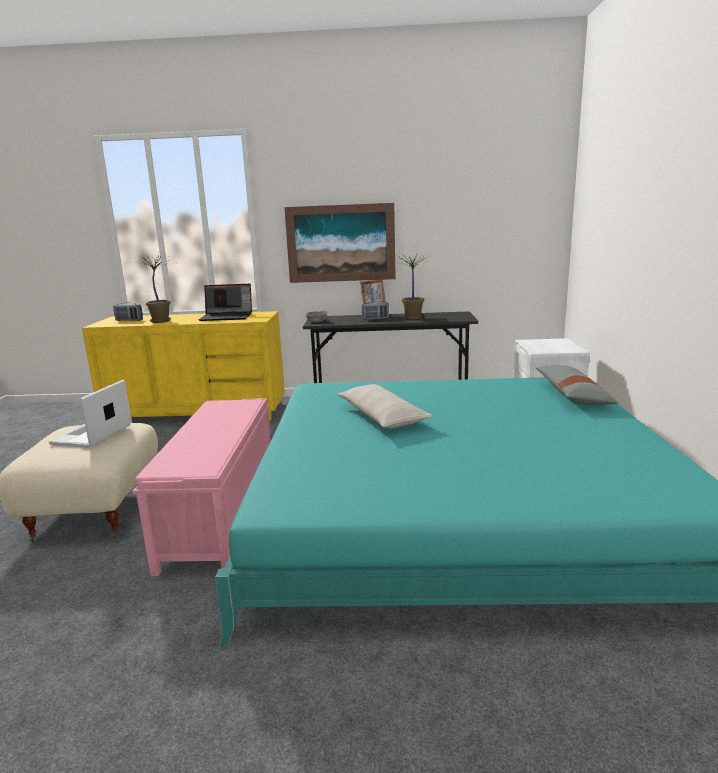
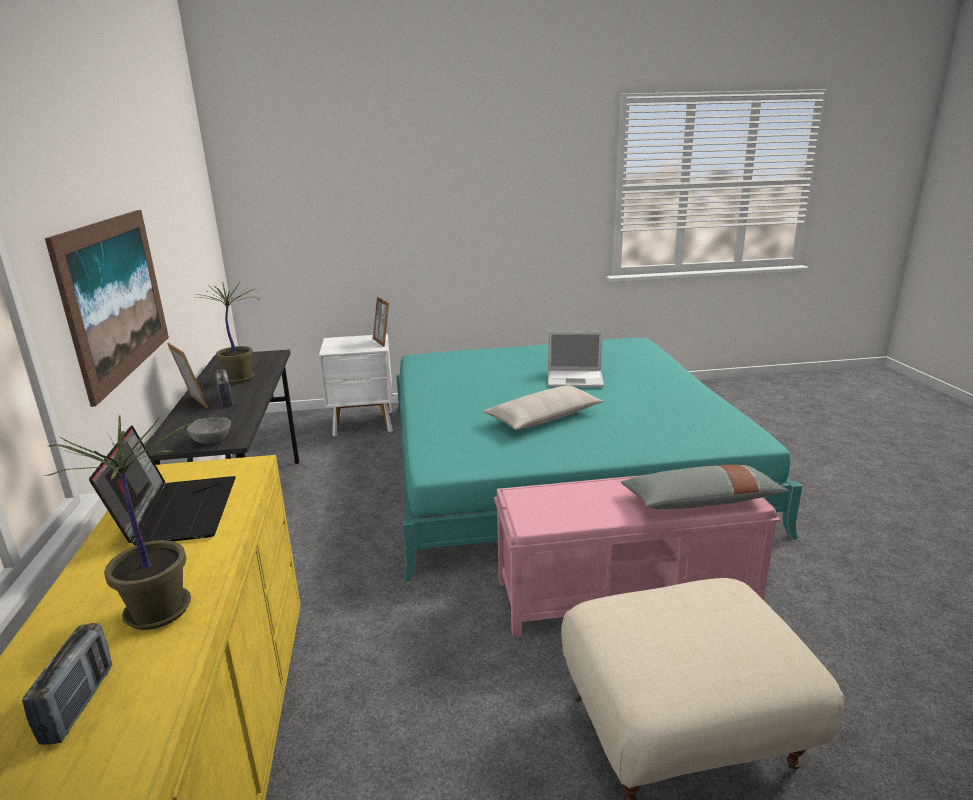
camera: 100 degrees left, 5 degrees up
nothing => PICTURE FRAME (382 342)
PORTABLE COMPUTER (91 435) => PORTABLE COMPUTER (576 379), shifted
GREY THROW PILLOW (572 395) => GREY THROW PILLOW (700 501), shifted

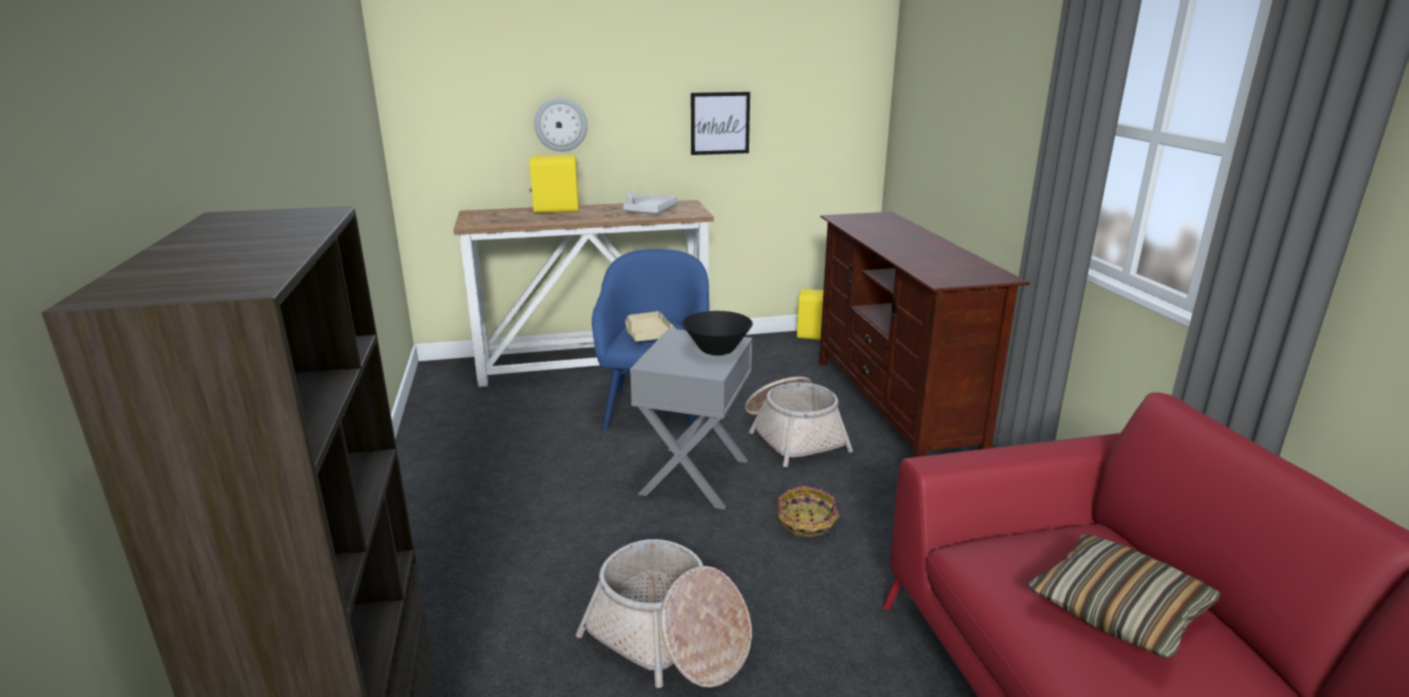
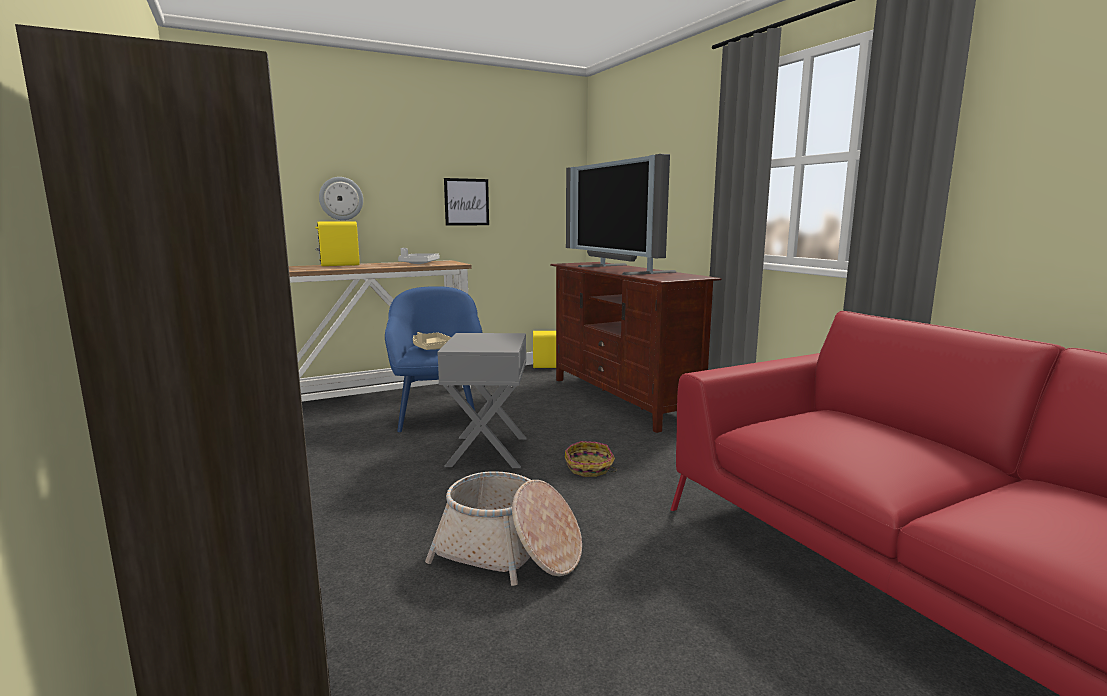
camera: 15 degrees left, 10 degrees down
BLACKISH DEEP DISH (717 350) => nothing
STORAGE BASKET (793 436) => nothing
THROW PILLOW (1118 609) => nothing
nothing => TV (617 269)

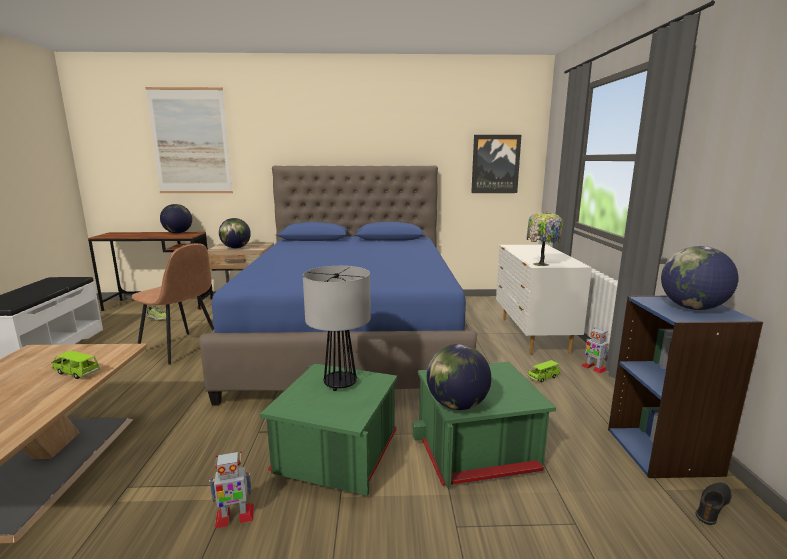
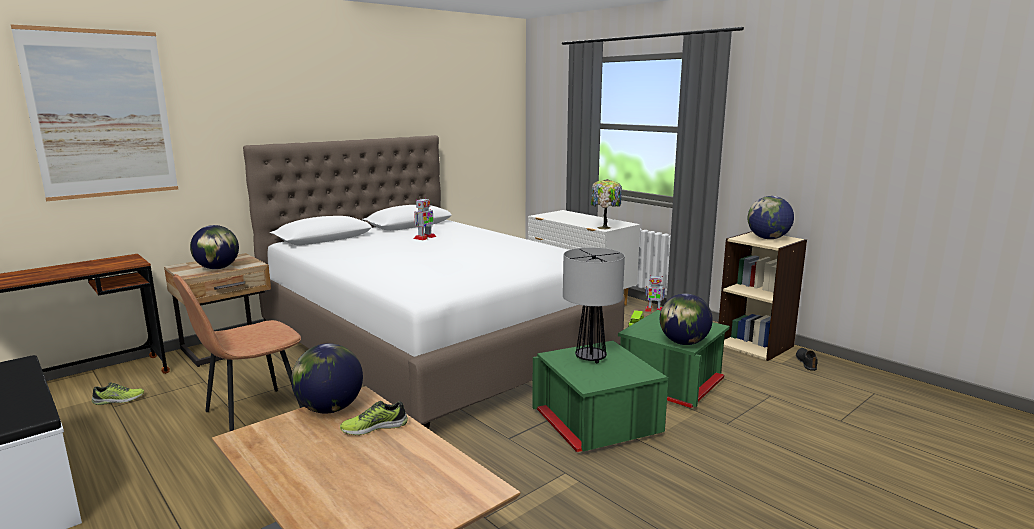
camera: 40 degrees left, 0 degrees up
PICTURE (495 164) => nothing
GLOBE (178 233) => GLOBE (330 409), shifted
TOY ROBOT (234 516) => TOY ROBOT (424 237), shifted
GREEN-COLOURED TOY CAR (77 373) => LOW SHOE (374 427)
BLUE SLEEPING BED (352 336) => WHITISH SLEEPING BED (432 343)
BLUE BOOKCASE (664 451) => BEIGE BOOKCASE (755 345)
BROWN-COLOURED UPRIGHT CHAIR (180 348) => BROWN-COLOURED UPRIGHT CHAIR (252 416), 150 degrees clockwise

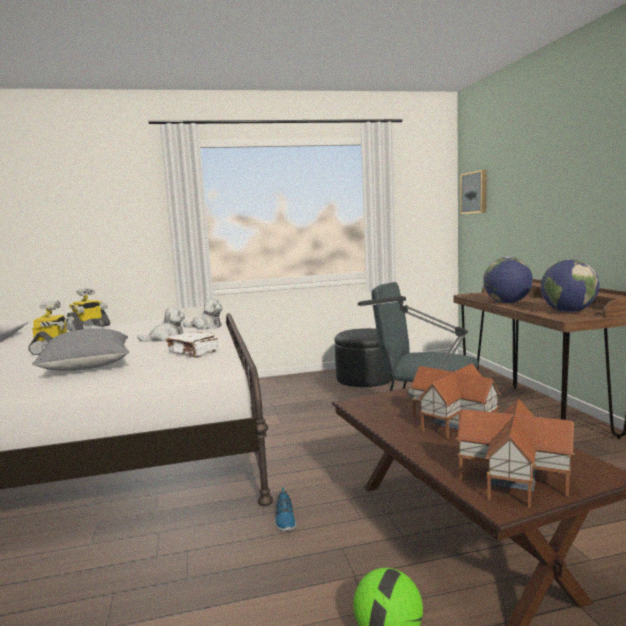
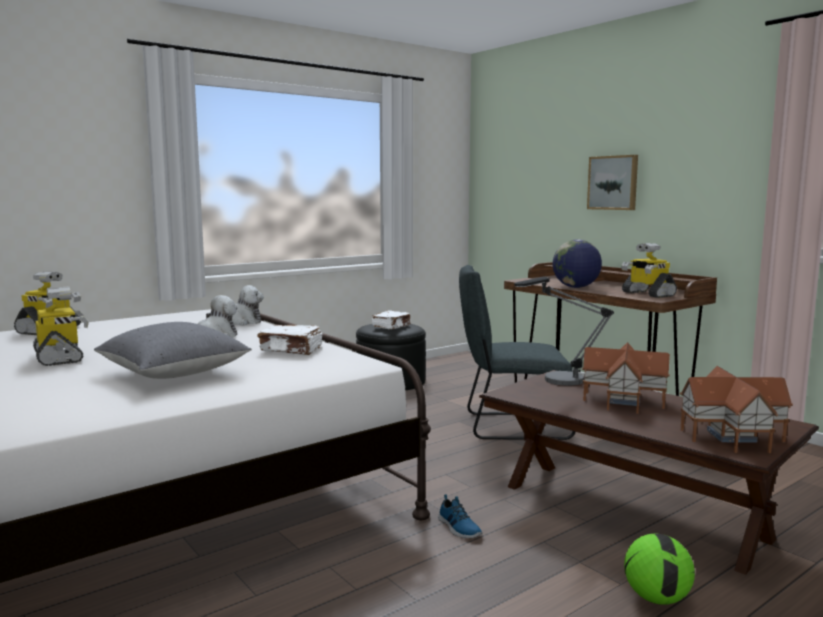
camera: 25 degrees left, 0 degrees up
nothing => WHITISH BOUND BOOK (391 327)
PICTURE (475 192) => PICTURE (613 183), shifted
GLOBE (568 311) => TOY ROBOT (647 294)

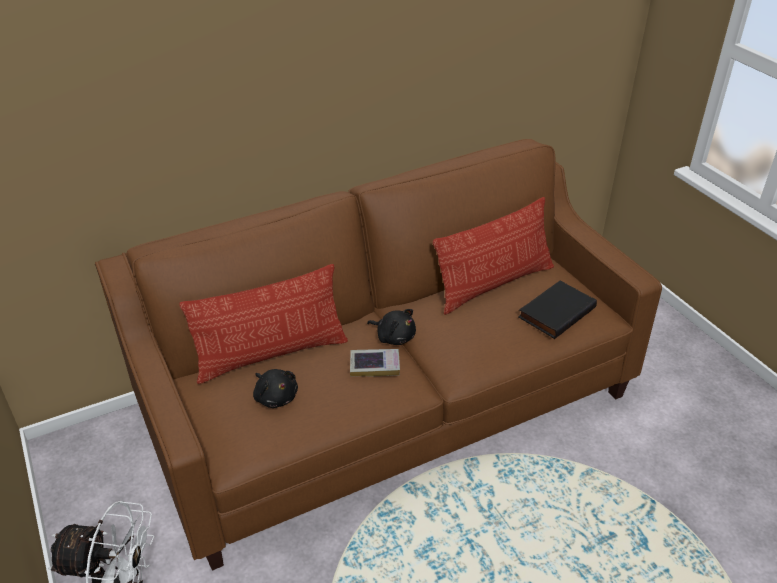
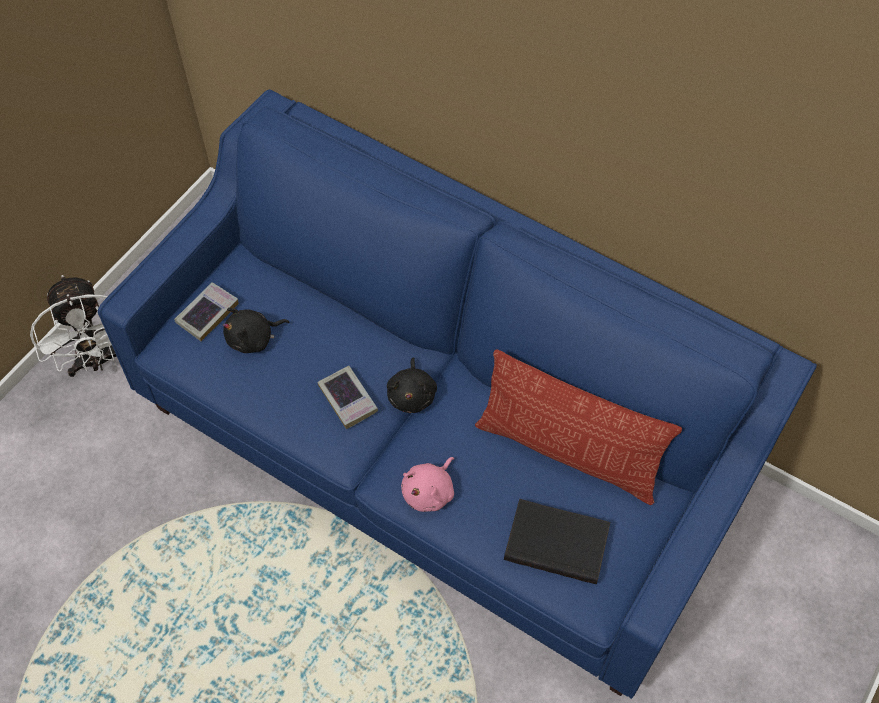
camera: 60 degrees right, 20 degrees up
THROW PILLOW (271 354) => nothing
nothing => BOUND BOOK (207 314)
nothing => PINK-COLOURED PLUSH TOY (430 491)
BROWN-COLOURED SOFA (387 405) => BLUE SOFA (439 445)
BLACKISH PLUSH TOY (275 397) => BLACKISH PLUSH TOY (253 338), 45 degrees clockwise

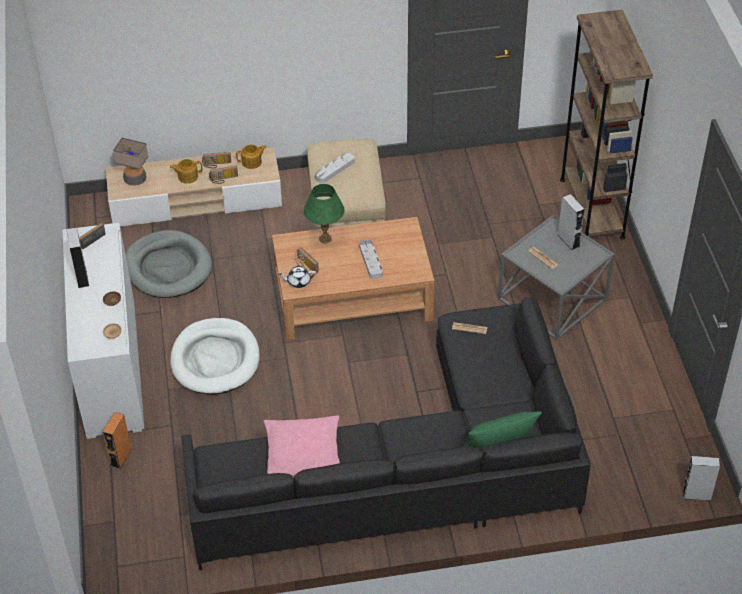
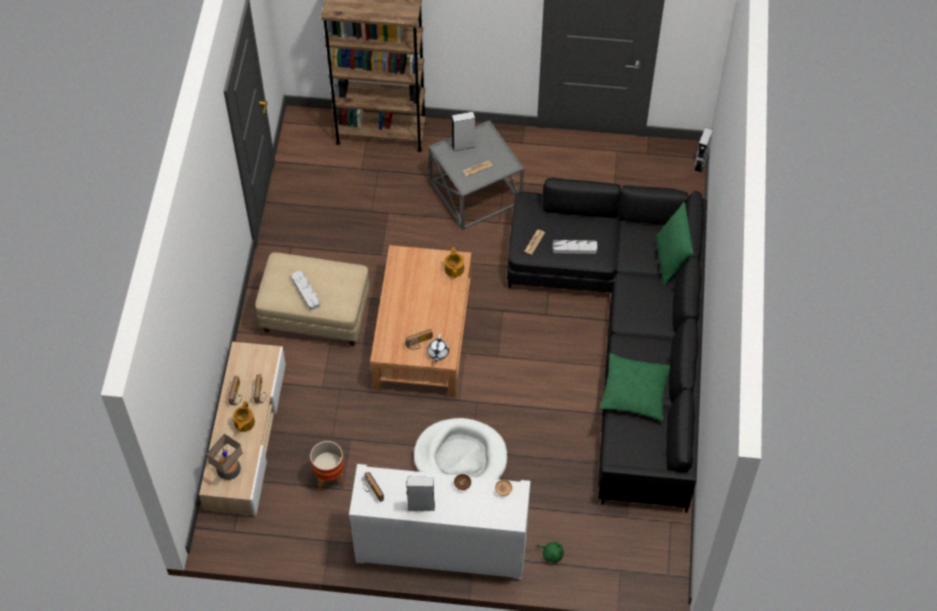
camera: 75 degrees left, 10 degrees up
GREEN-COLOURED LAMP FOR A TABLE (325 239) => nothing
TEA POT (252 162) => TEA POT (454 268), shifted
GREY SERVING TRAY (371 261) => GREY SERVING TRAY (574 248), shifted
ORANGE AUDIO SPEAKER (121 457) => GREEN-COLOURED PLUSH TOY (551 554)
GREY PET BED (168 267) => FLOWER POT (329 477)
PINK-COLOURED THROW PILLOW (303 455) => GREEN-COLOURED THROW PILLOW (634 391)

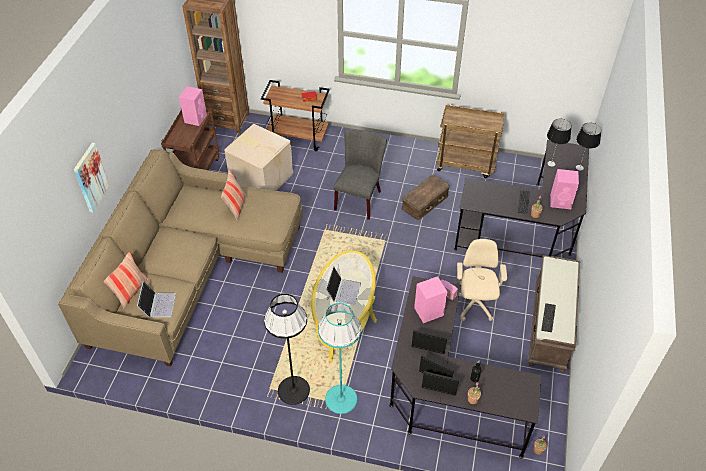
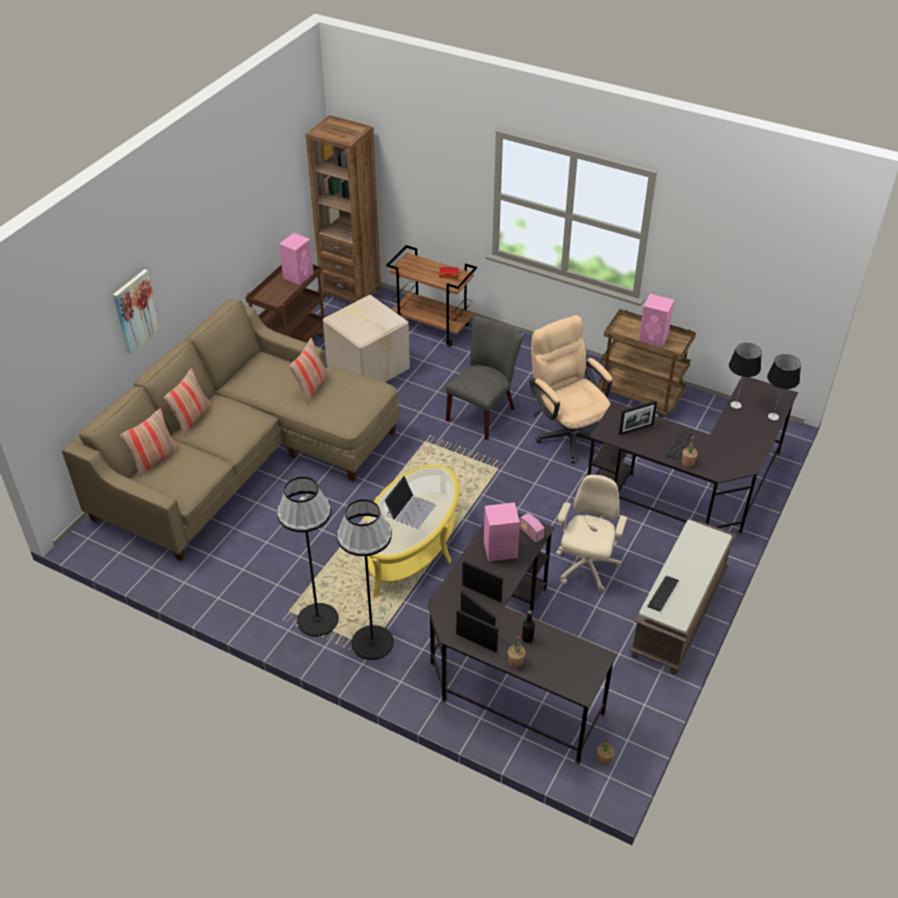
camera: 15 degrees right, 5 degrees down
PORTABLE COMPUTER (158 304) => nothing
nothing => THROW PILLOW (192 418)
nothing => PICTURE FRAME (636 429)
PINK-COLOURED AUDIO SPEAKER (561 201) => PINK-COLOURED AUDIO SPEAKER (654 338), shifted
BROWN-COLOURED STORAGE BIN (424 202) => BEIGE OFFICE CHAIR (567 432)
TURQUOISE STANDING LAMP (341 399) => BLACKISH STANDING LAMP (372 642)

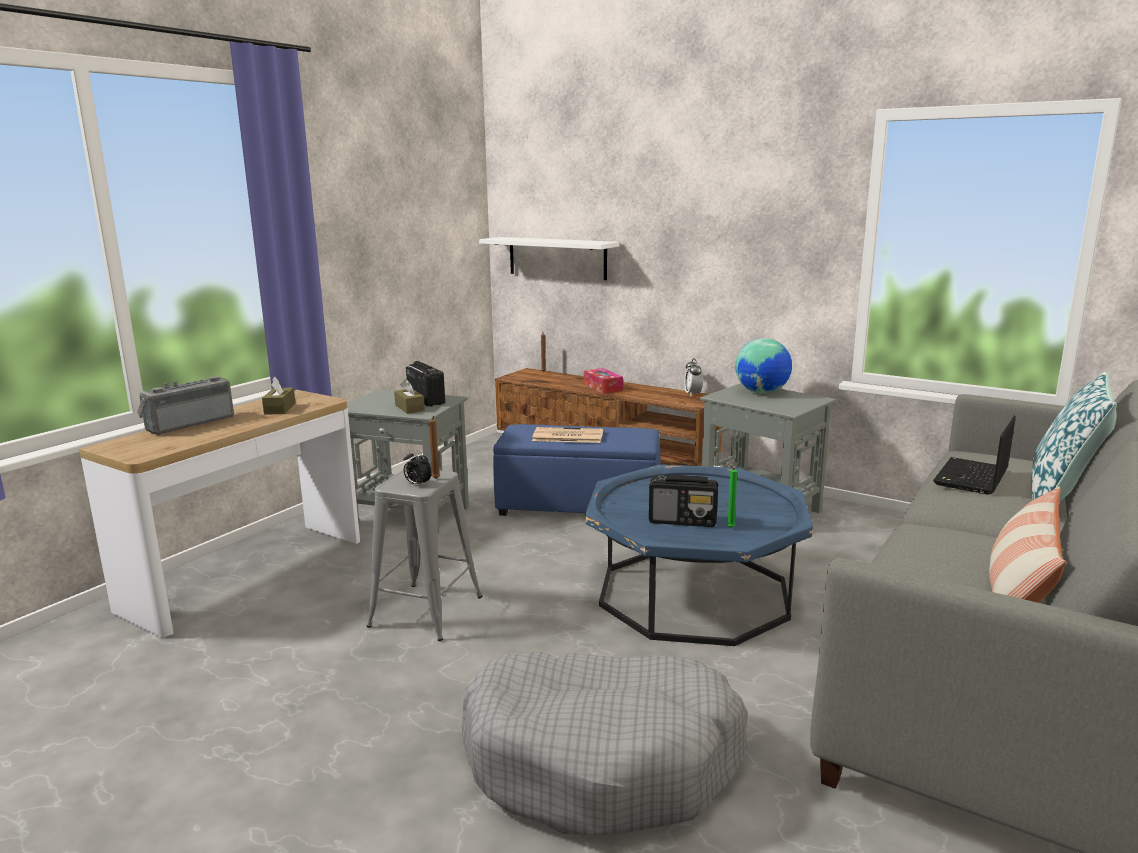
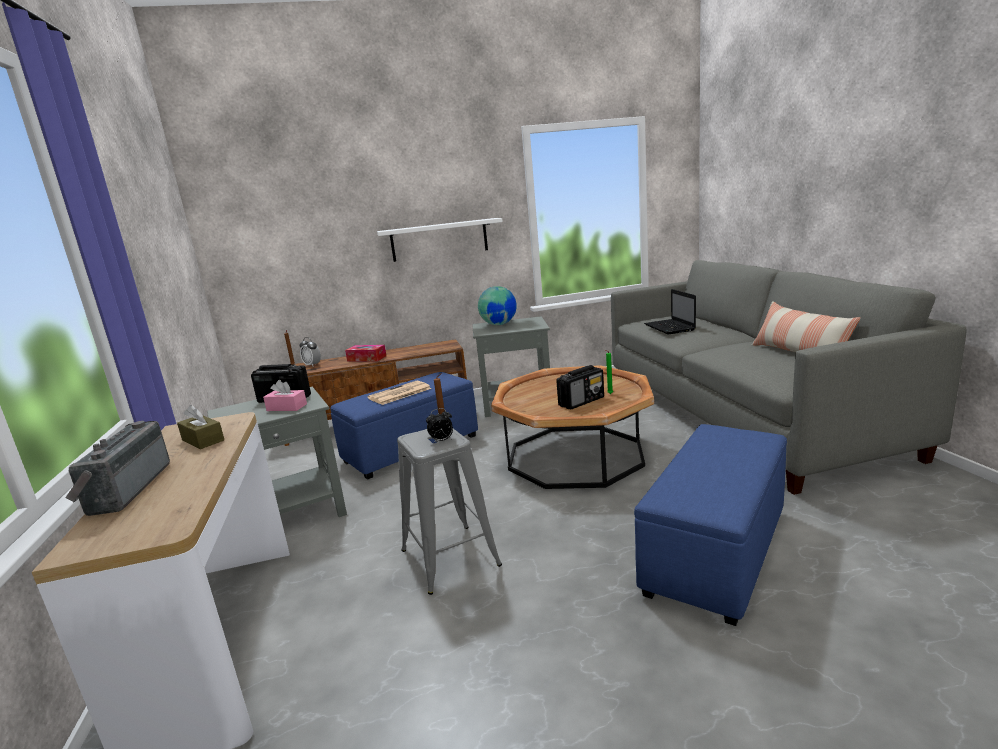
camera: 45 degrees left, 0 degrees up
THROW PILLOW (1061 499) => nothing
WHITISH BRACKET SHELF (557 258) => WHITISH BRACKET SHELF (439 240), shifted
TABLE CLOCK (693 394) => TABLE CLOCK (312 365), shifted
GREY PET BED (602 760) => BLUE FOOTREST (715 552)
BROWN-COLOURED TISSUE HOLDER (409 408) => PINK-COLOURED TISSUE HOLDER (287 407)
BLUE LOW TABLE (693 593) => BROWN-COLOURED LOW TABLE (575 456)

